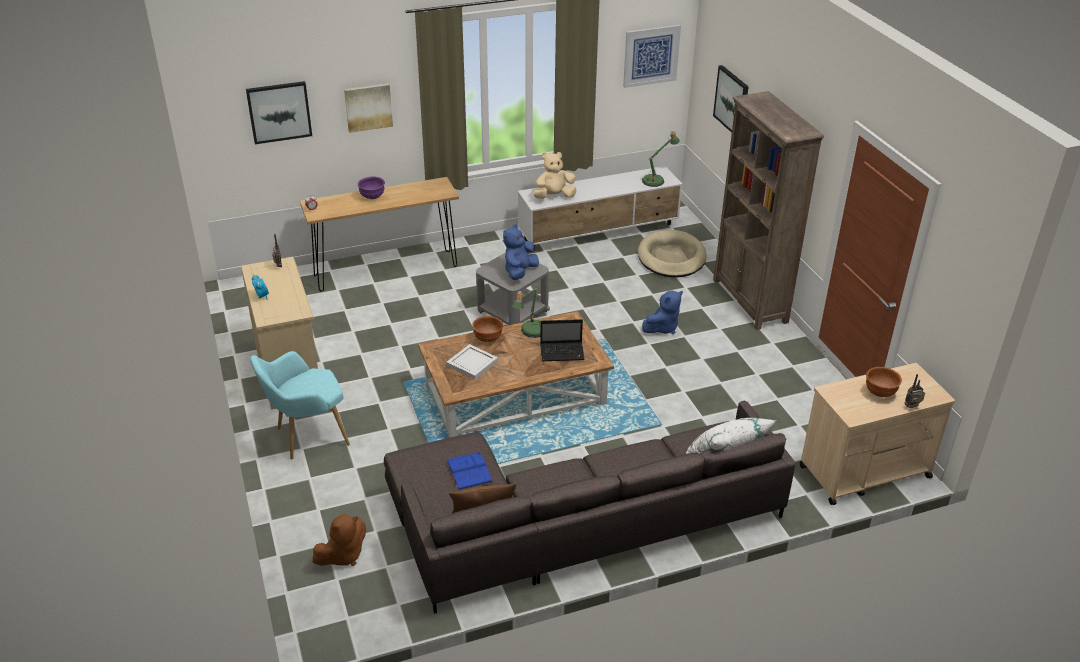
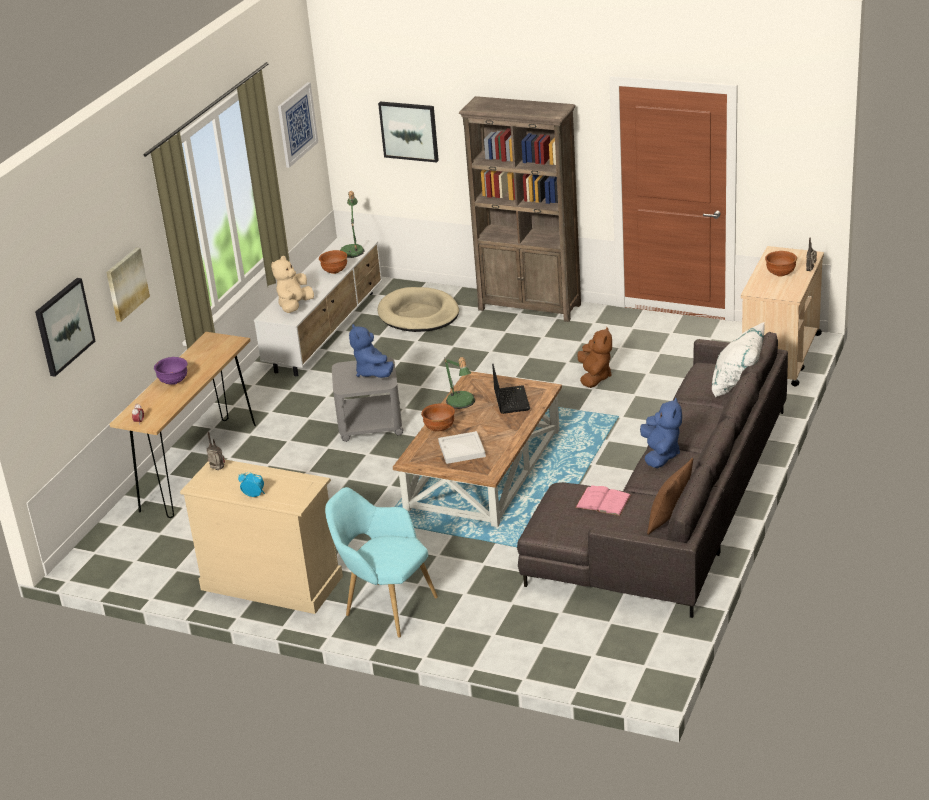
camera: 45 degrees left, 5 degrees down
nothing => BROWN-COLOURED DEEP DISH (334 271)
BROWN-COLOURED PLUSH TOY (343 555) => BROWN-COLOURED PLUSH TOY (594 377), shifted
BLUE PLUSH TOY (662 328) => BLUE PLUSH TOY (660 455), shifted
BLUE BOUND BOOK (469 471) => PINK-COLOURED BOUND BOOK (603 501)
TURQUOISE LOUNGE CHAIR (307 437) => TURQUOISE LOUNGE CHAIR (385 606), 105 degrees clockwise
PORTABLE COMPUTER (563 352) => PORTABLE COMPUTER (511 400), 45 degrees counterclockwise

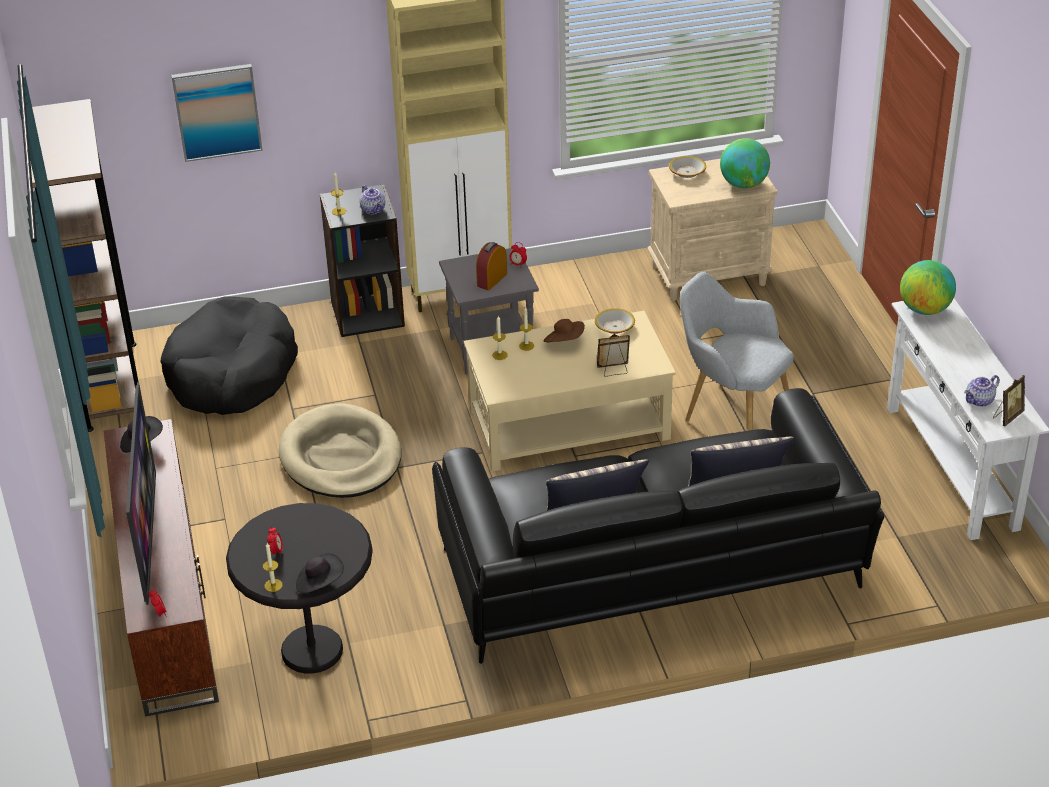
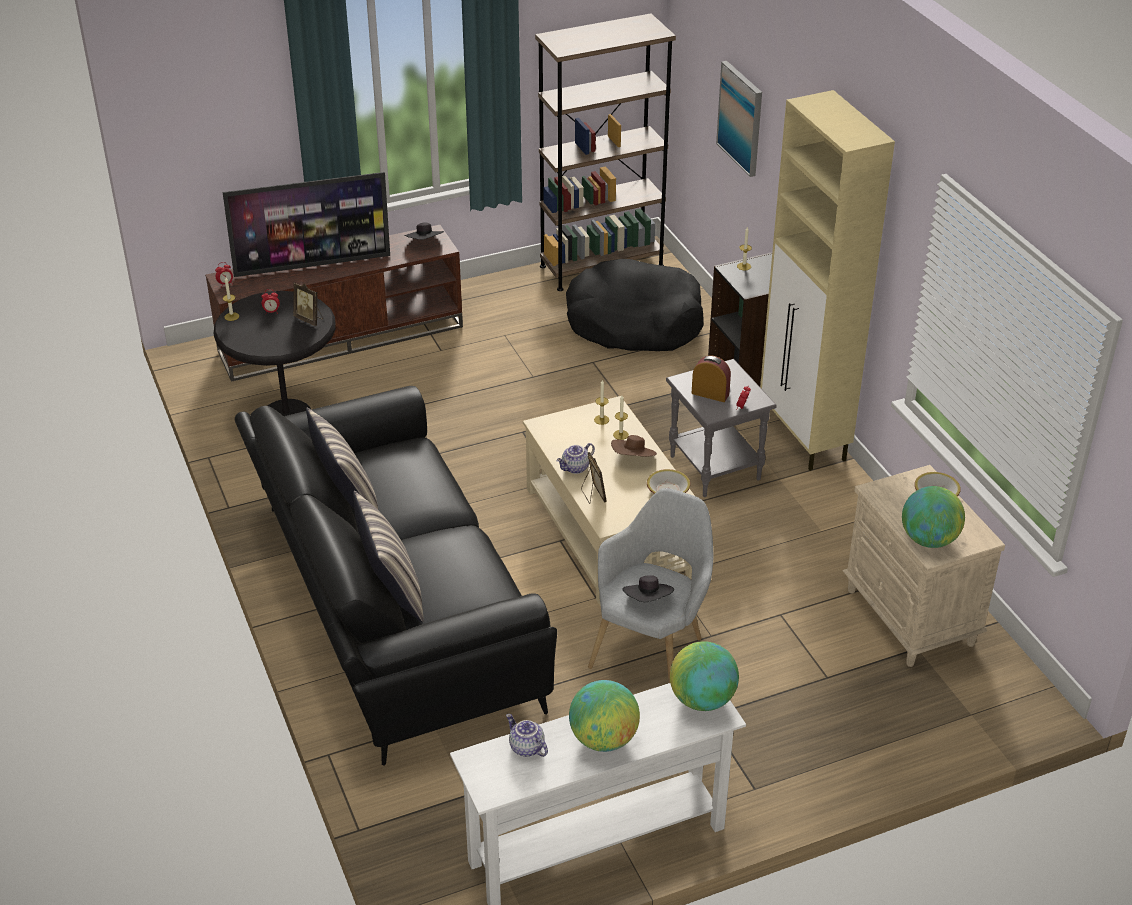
camera: 80 degrees right, 0 degrees up
BEIGE PET BED (341 457) => nothing
nothing => GLOBE (604 739)
BLACKISH CLOTHING HAT (319 583) => BLACKISH CLOTHING HAT (648 600), shifted
TEA POT (373 210) => TEA POT (575 468), shifted
PICTURE FRAME (1007 416) => PICTURE FRAME (309 319), shifted

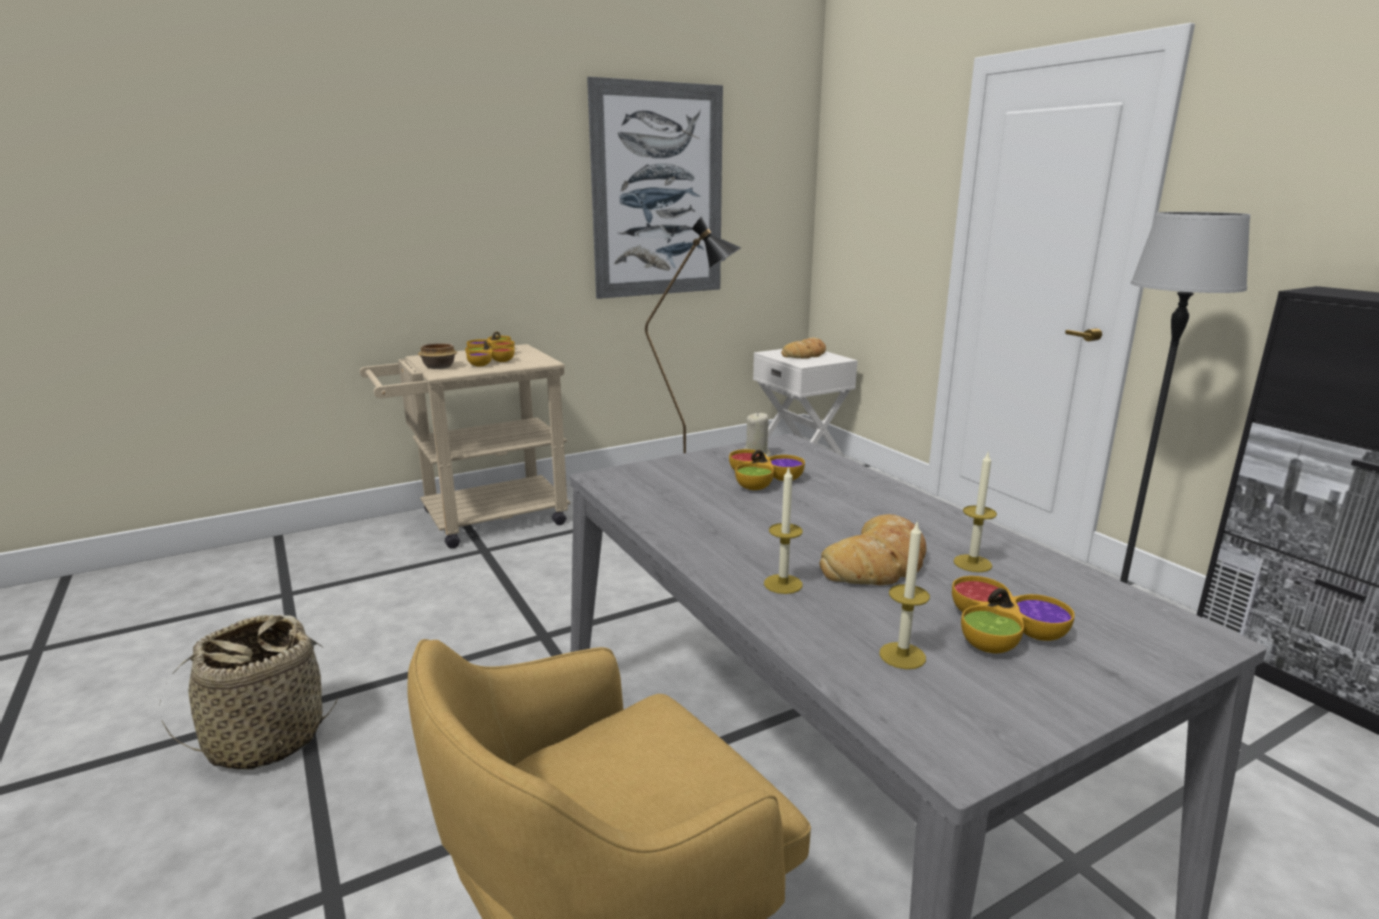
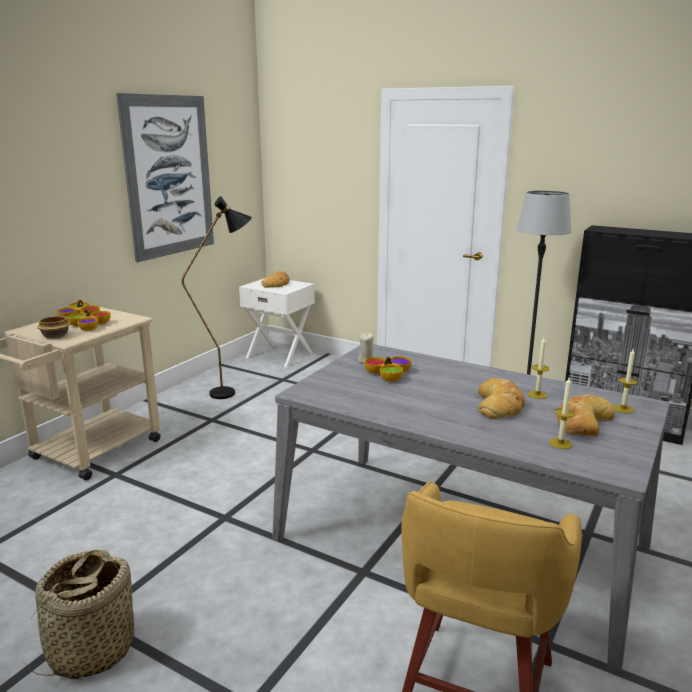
camera: 30 degrees left, 0 degrees up
WAX LIGHT (783 584) => WAX LIGHT (623 409), shifted
DEEP DISH (1001 631) => BAKED BREAD (582 422)

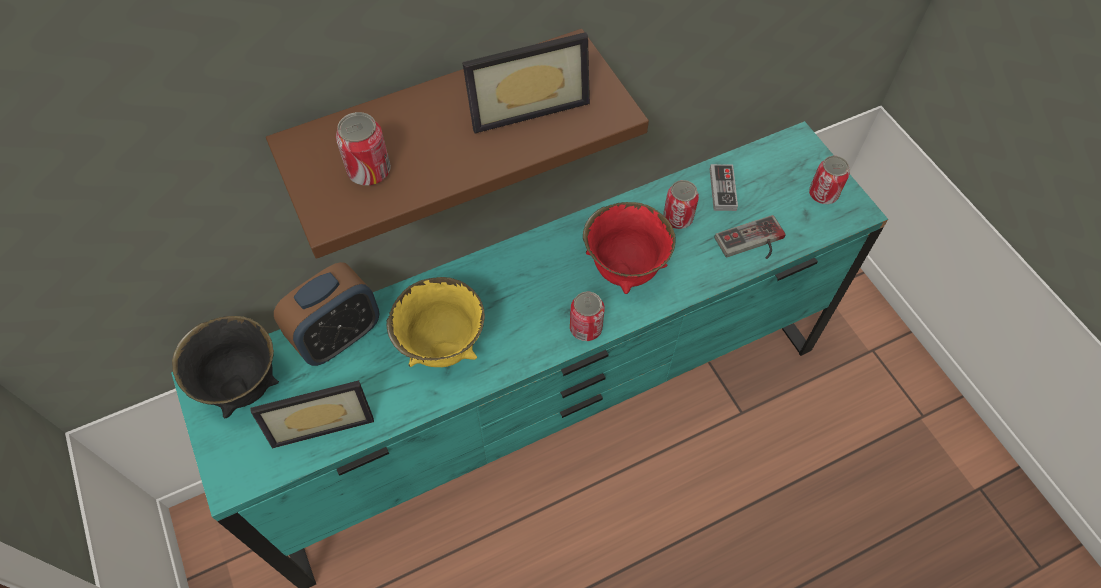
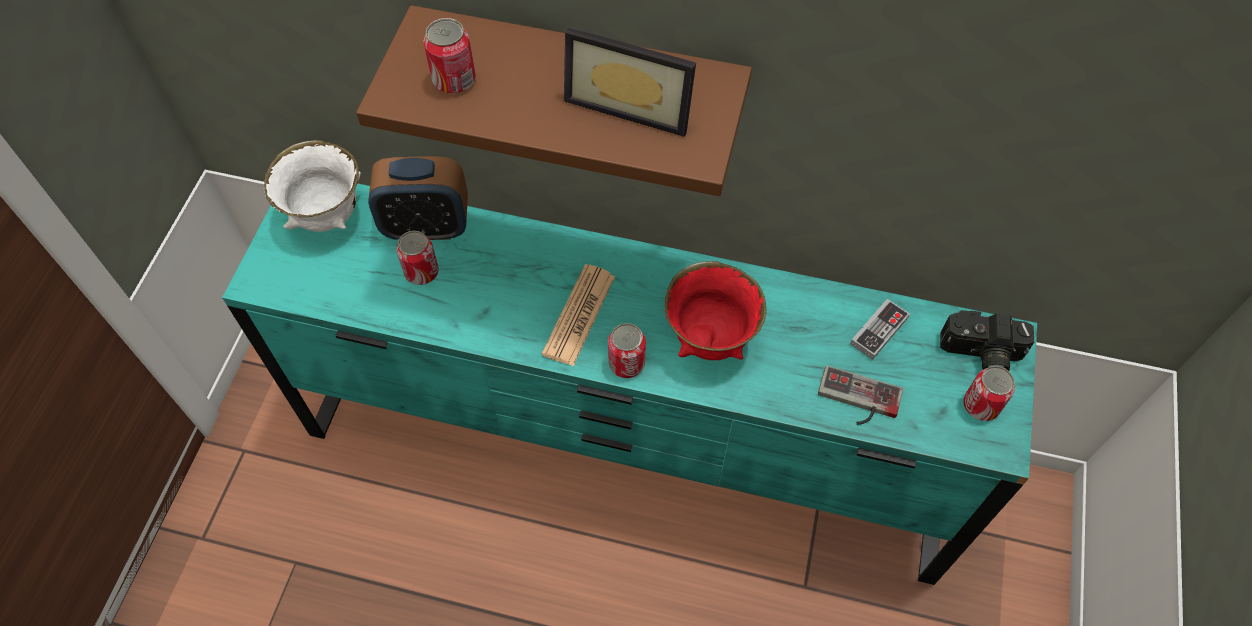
camera: 40 degrees right, 0 degrees up
PICTURE FRAME (321 418) => nothing
YELLOW-COLOURED DEEP DISH (443 347) => nothing
nothing => DAILY PAPER (579 315)
nothing => PHOTO CAMERA (980 354)
CAN (677 218) => CAN (421 272), shifted
BLACKISH DEEP DISH (244 385) => WHITISH DEEP DISH (328 216)

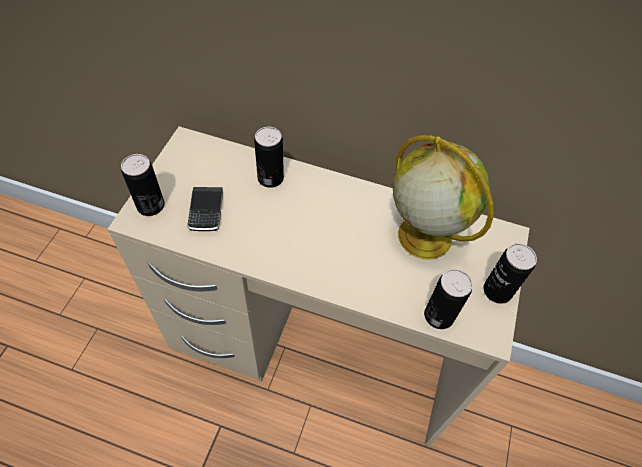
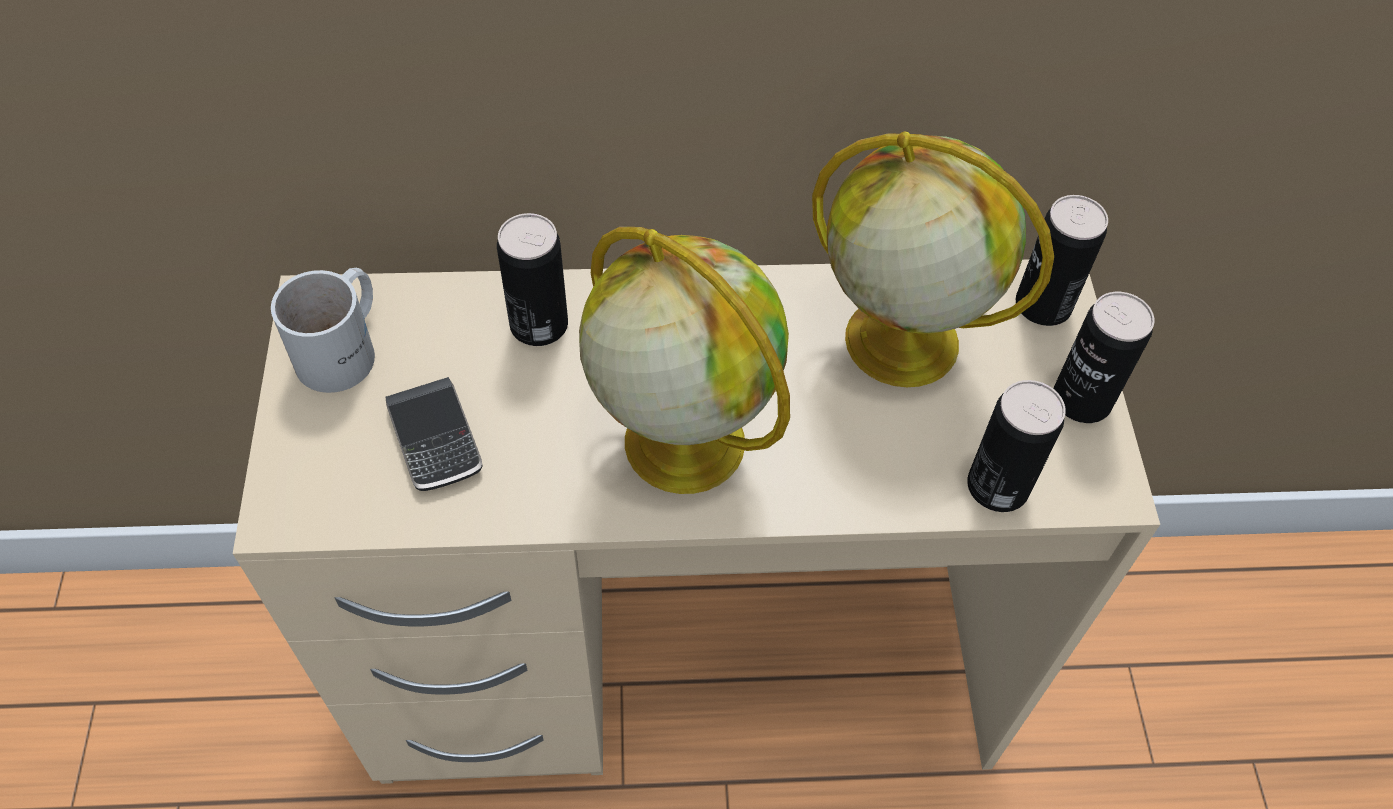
camera: 20 degrees left, 0 degrees up
nothing => WHITISH COFFEE MUG (346 349)
nothing => GLOBE (680 440)
CAN (150 206) => CAN (1043 305), shifted

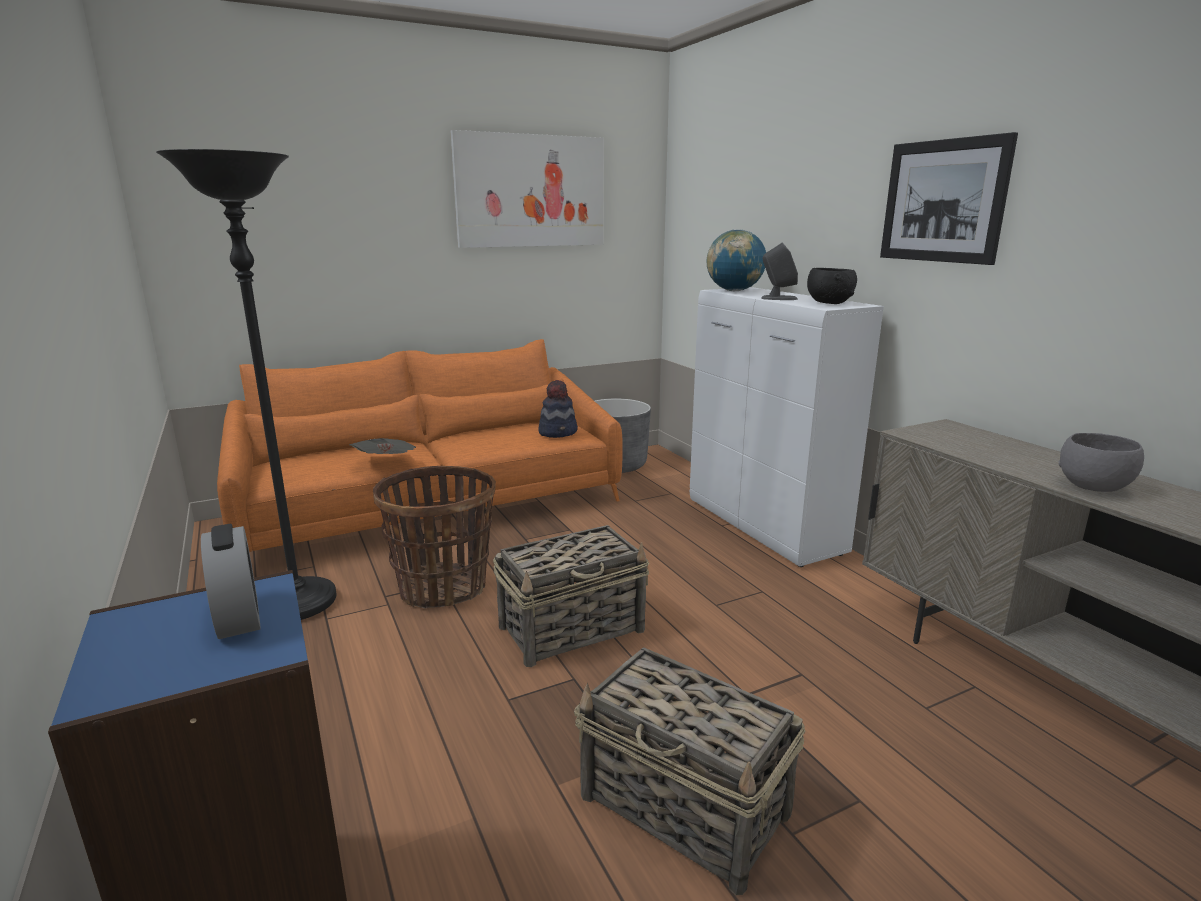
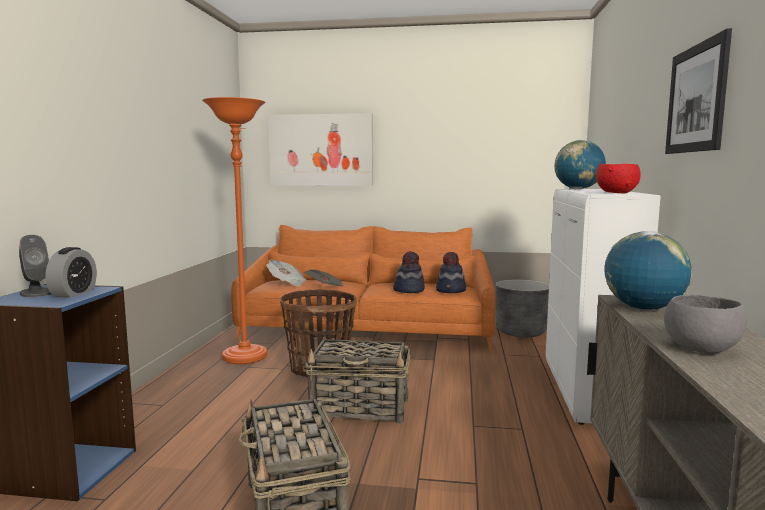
camera: 35 degrees right, 10 degrees down
nothing => DAILY PAPER (287 283)
nothing => CLOTHING HAT (409 290)
nothing => GLOBE (643 309)
PICTURE (531 191) => PICTURE (320 150), shifted
GREY AUDIO SPEAKER (778 298) => GREY AUDIO SPEAKER (36 293), shifted
BLACKISH STANDING LAMP (298 603) => ORANGE STANDING LAMP (245 357)
BLACKISH DEEP DISH (829 303) => RED DEEP DISH (616 193)

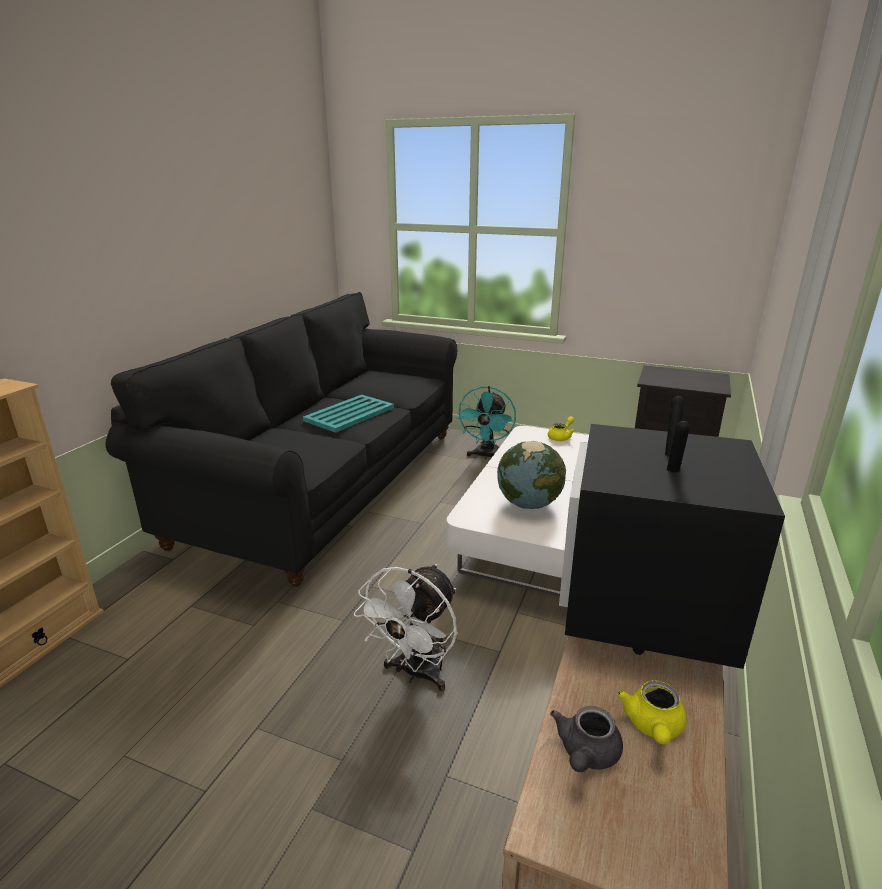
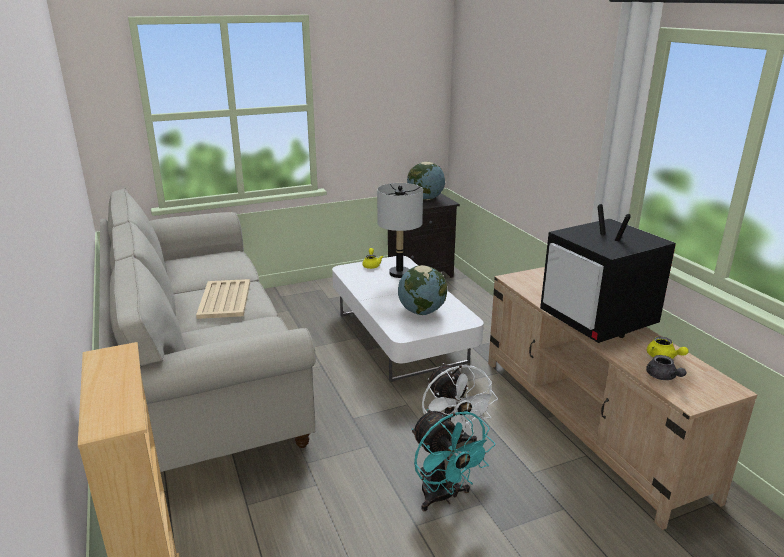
camera: 45 degrees left, 0 degrees up
nothing => GREY LAMP FOR A TABLE (399 273)
nothing => GLOBE (425 199)
TURQUOISE FAN (486 456) => TURQUOISE FAN (443 497), shifted
BLACKISH SOFA (328 484) => BEIGE SOFA (204 374)
TURQUOISE SERVING TRAY (348 414) => BEIGE SERVING TRAY (224 300)

